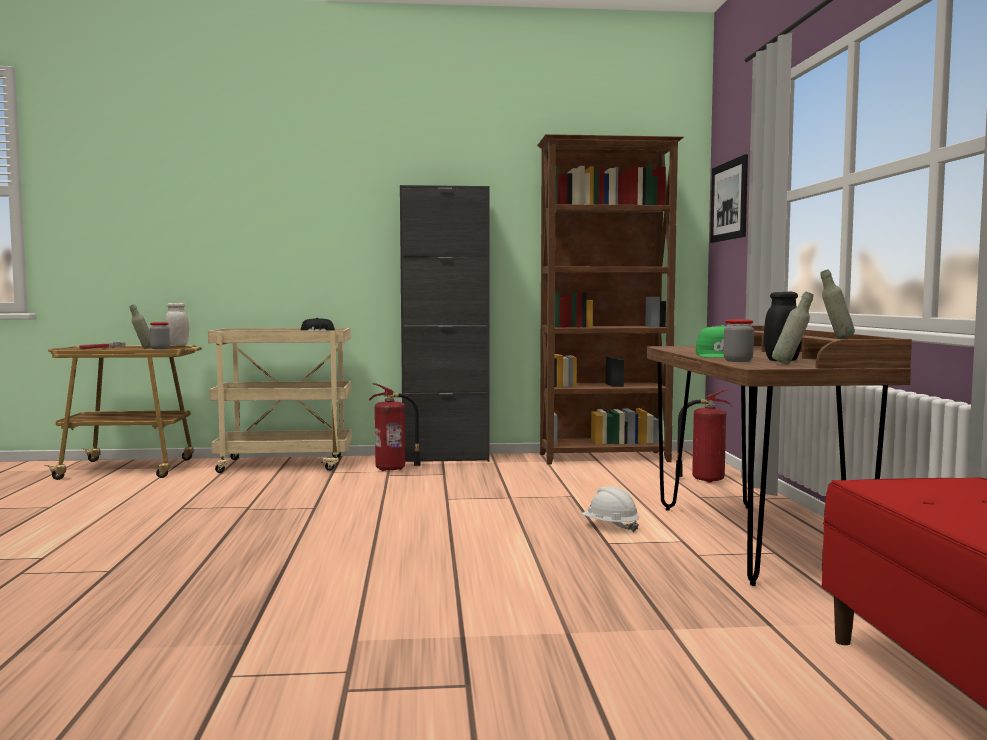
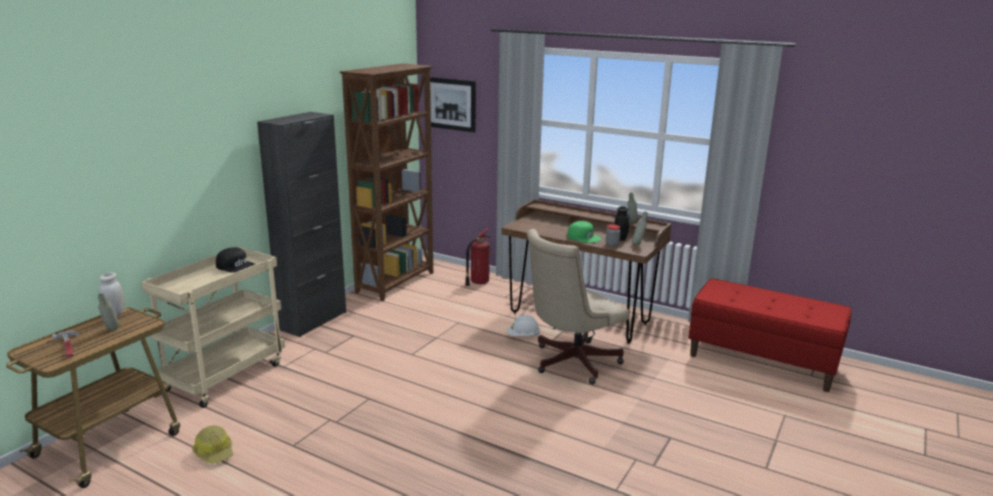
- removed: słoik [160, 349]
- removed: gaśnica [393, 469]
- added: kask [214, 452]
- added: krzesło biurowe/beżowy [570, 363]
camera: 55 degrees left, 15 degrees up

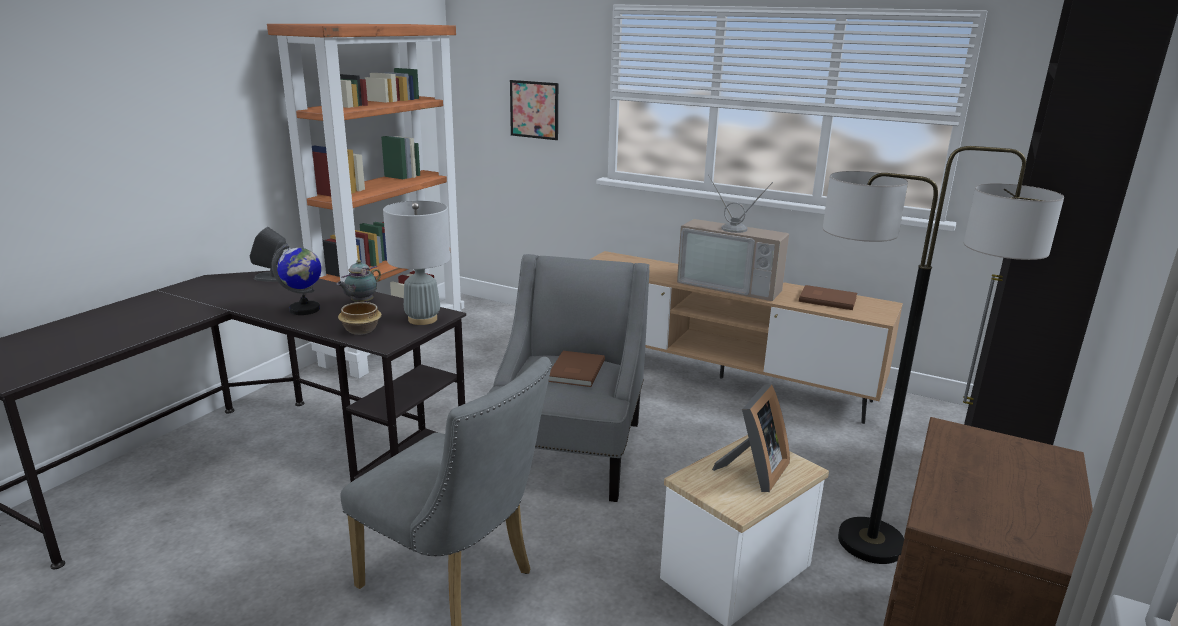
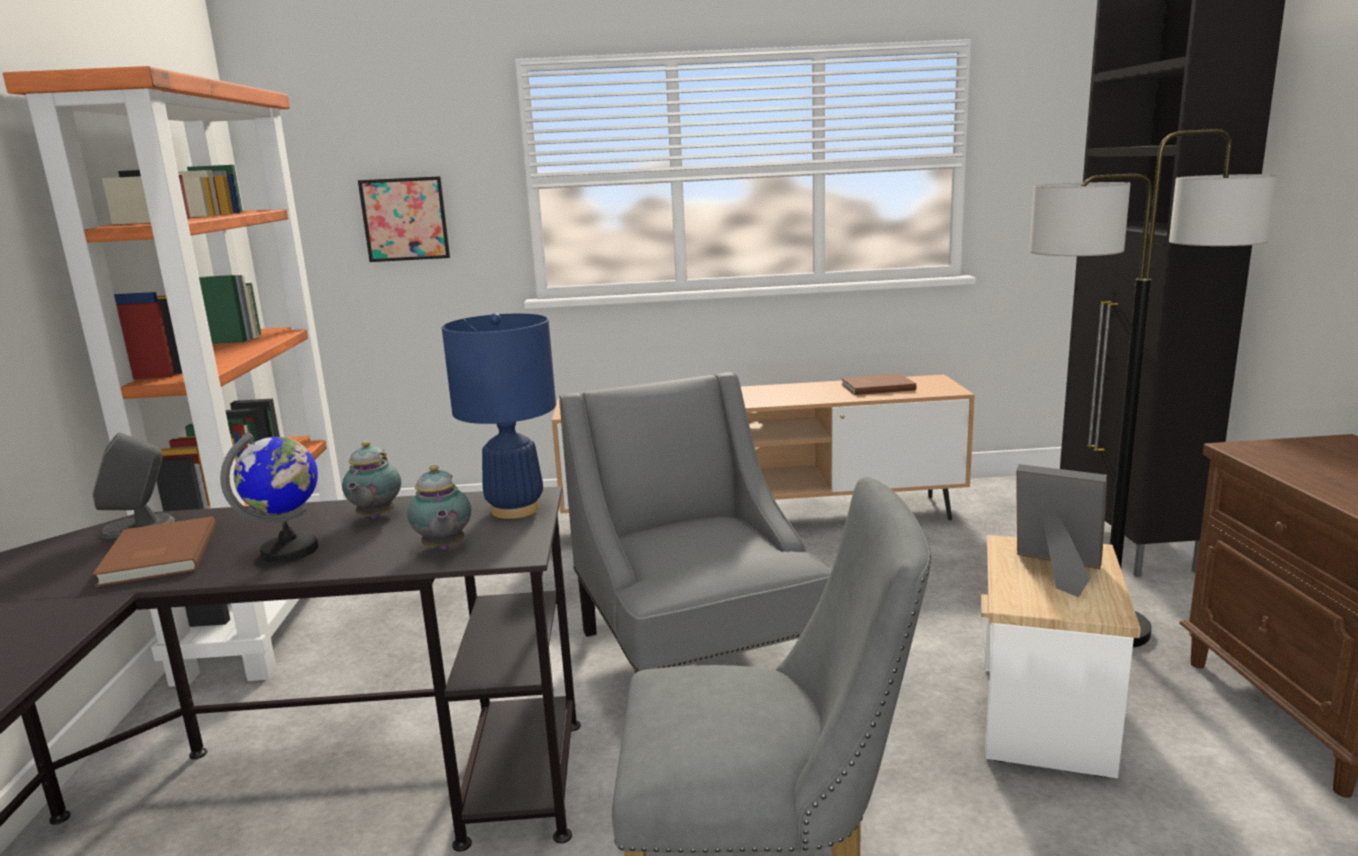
- replaced: miska [361, 330] to imbryk [443, 548]
- recoloured: lampa stołowa/szary [423, 319] to lampa stołowa/niebieski [515, 509]
- moved: książka/brązowy [574, 371] to [155, 556]
- removed: telewizor [732, 285]
- turned: ramka na zdjęcie [753, 472] = [1057, 571] 60 degrees counterclockwise
camera: 30 degrees left, 5 degrees down

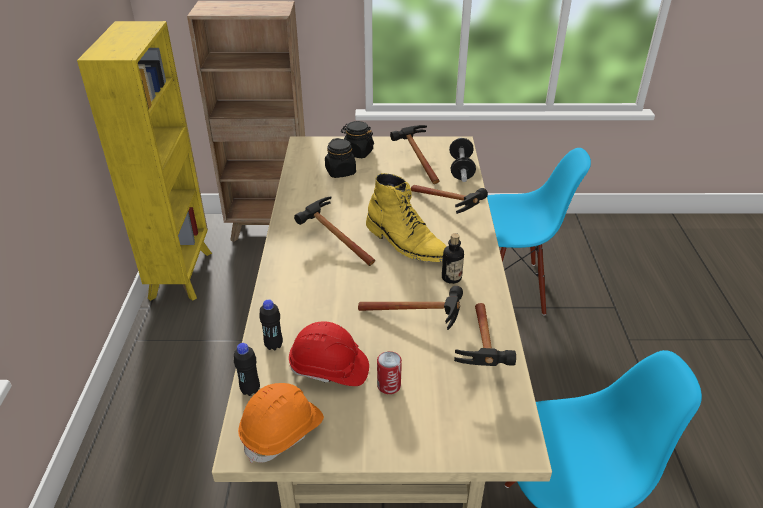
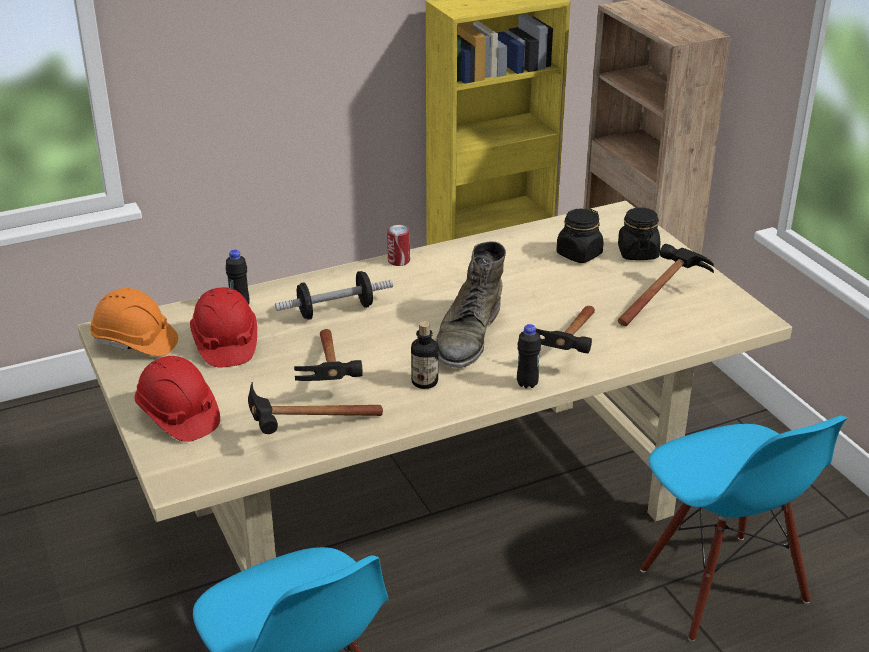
- moved: butelka/czarny [250, 390] to [527, 384]
- removed: młotek [330, 241]
- recoloured: but z cholewką/żółty [406, 243] to but z cholewką/zielony [468, 336]
- moved: puszka [389, 385] to [399, 260]
- moved: hantel [461, 169] to [335, 311]
- added: kask/czerwony [178, 416]
camera: 65 degrees right, 5 degrees down

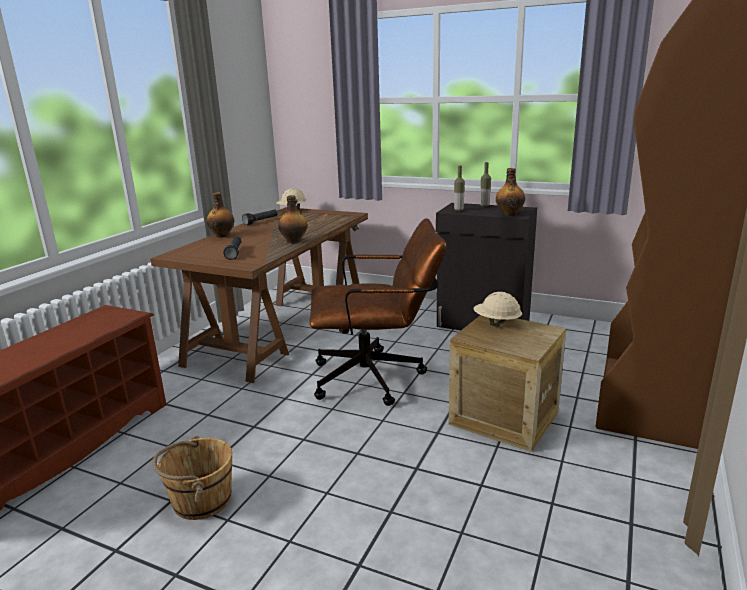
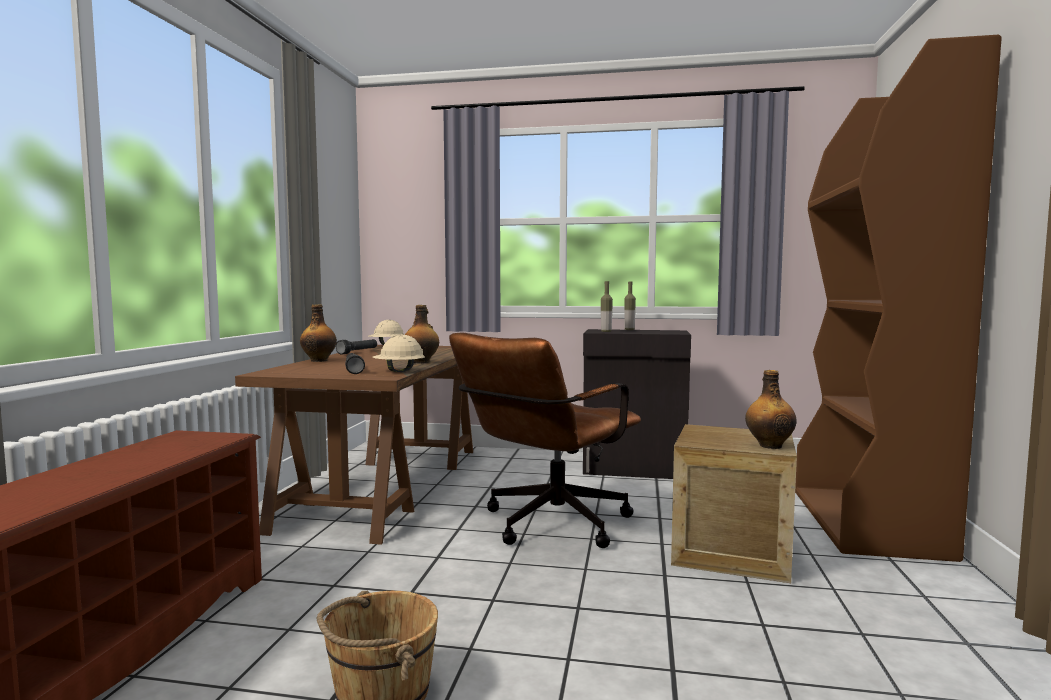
- turned: krzesło biurowe/brązowy [377, 377] = [547, 526] 150 degrees clockwise
- moved: kask/beżowy [496, 323] to [398, 371]
- moved: butelka [509, 214] to [769, 445]
camera: 15 degrees left, 15 degrees down

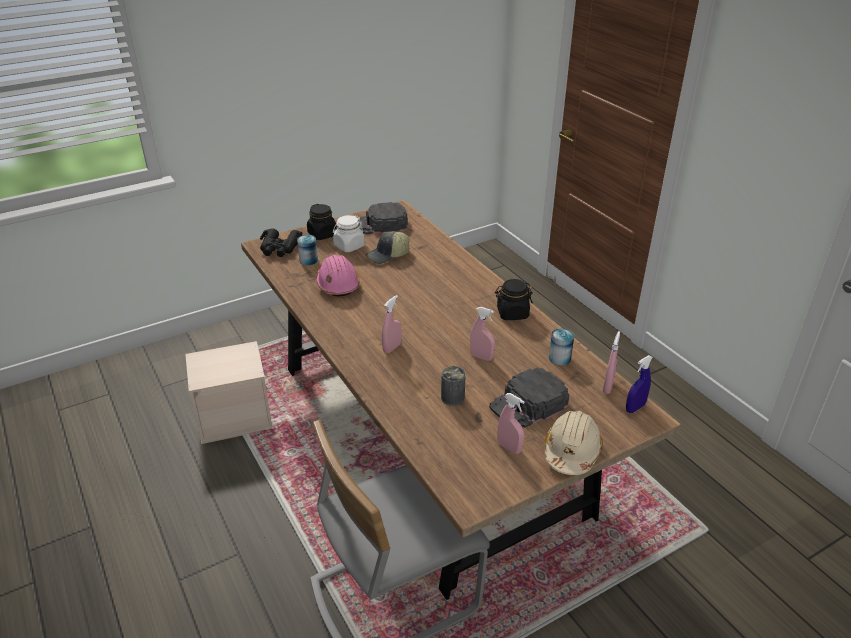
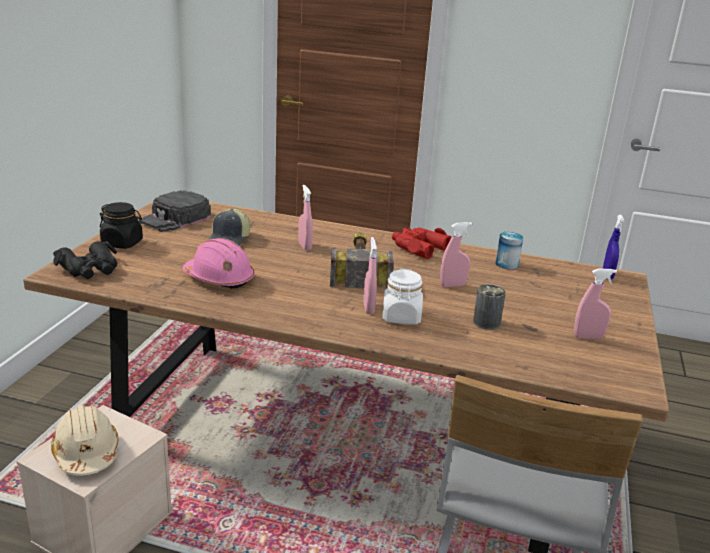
- removed: puszka [308, 260]
- moved: słoik/biały [349, 246] to [401, 317]
- removed: czapka z daszkiem/czarny [528, 405]
- replaced: słoik/czarny [512, 313] to lornetka/czerwony [418, 247]
- moved: kask/beżowy [571, 451] to [86, 453]
- moved: spryskiwacz/różowy [608, 387] to [304, 246]
- added: młotek [359, 267]
camera: 45 degrees left, 10 degrees down

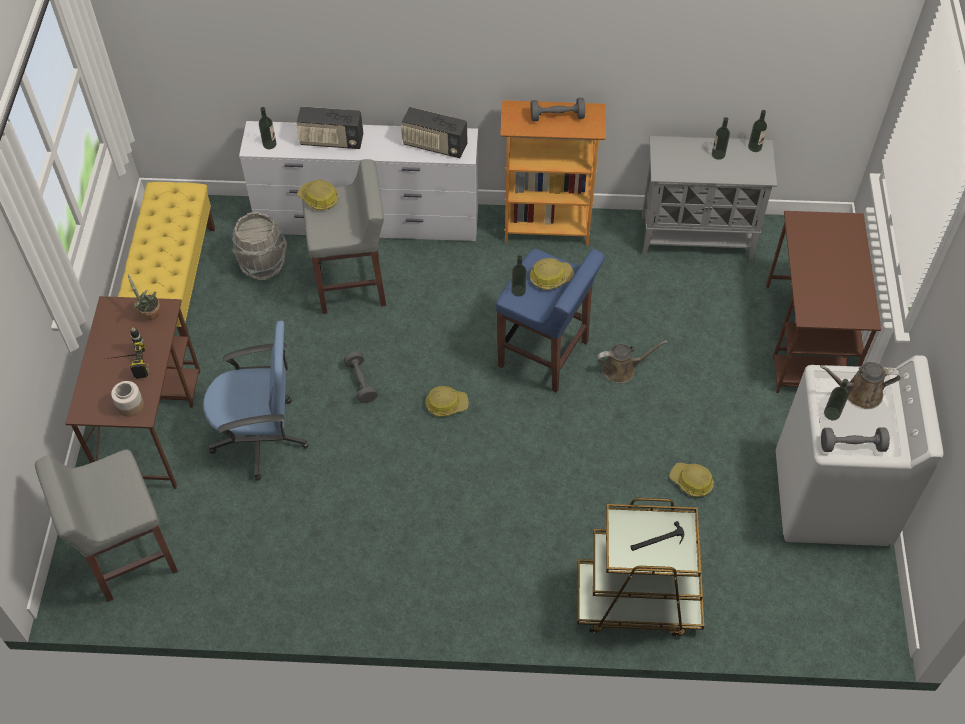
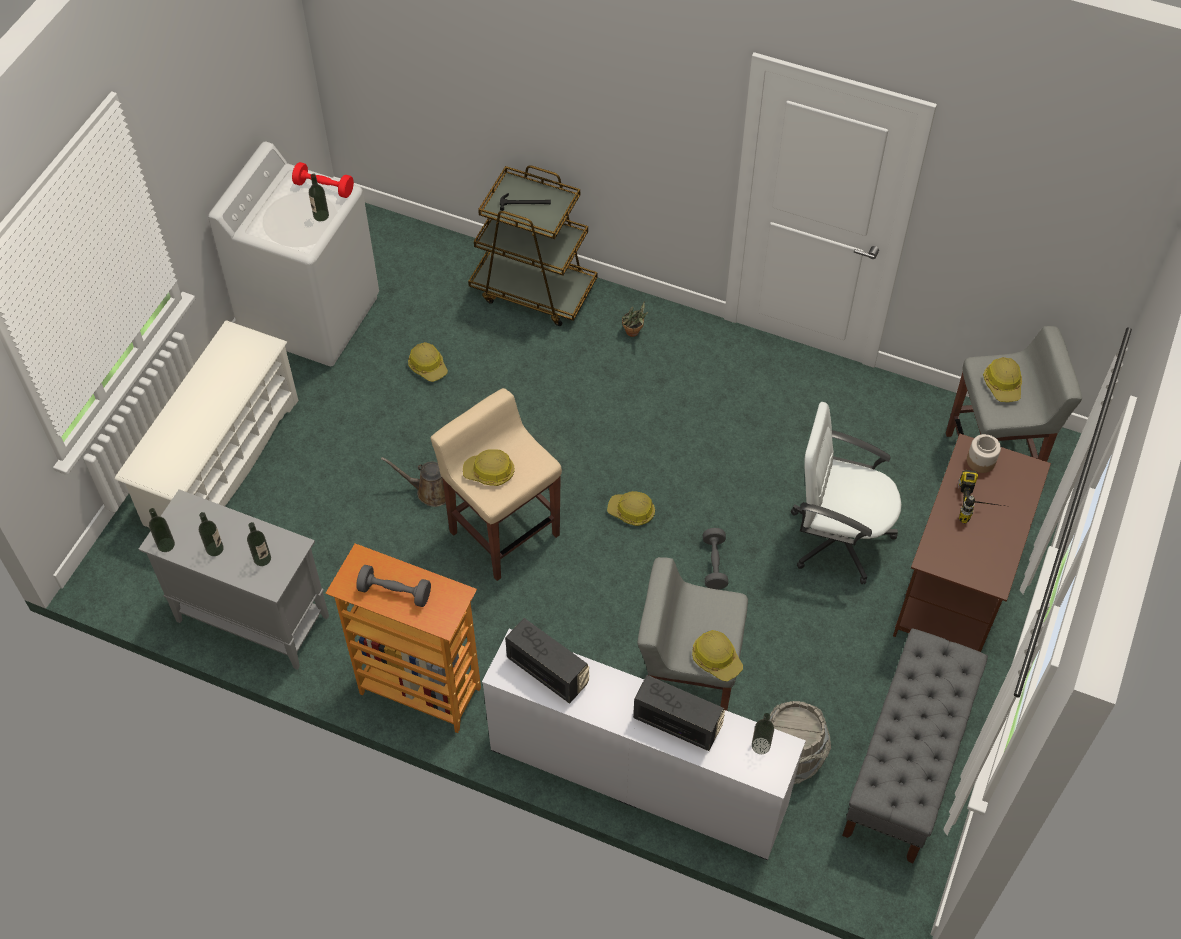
- recoloured: ławka/żółty [175, 283] to ławka/szary [906, 764]
- moved: roślina doniczkowa [149, 314] to [634, 332]
- recoloured: krzesło biurowe/niebieski [261, 437] to krzesło biurowe/biały [838, 537]
- recoloured: stołek/niebieski [544, 355] to stołek/beżowy [503, 532]
- moved: butelka [518, 290] to [262, 559]
- replaced: biurko/brązowy [806, 339] to regał na buty/biały [221, 462]
- removed: konewka/brązowy [859, 393]
- recoloured: hantel/szary [852, 445] to hantel/czerwony [324, 188]
- added: kask [1003, 384]
camera: 160 degrees left, 0 degrees up

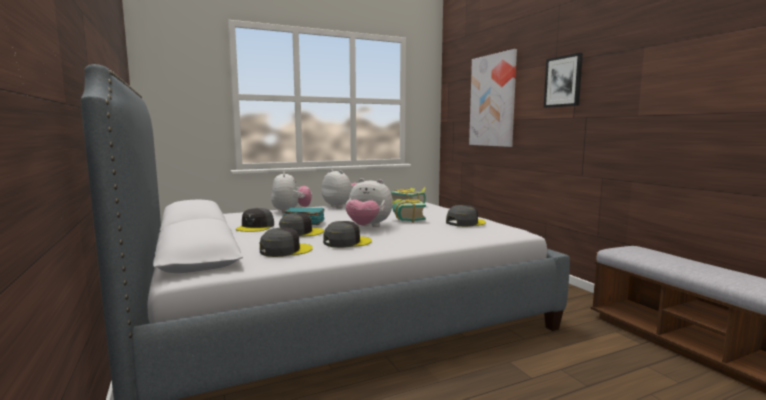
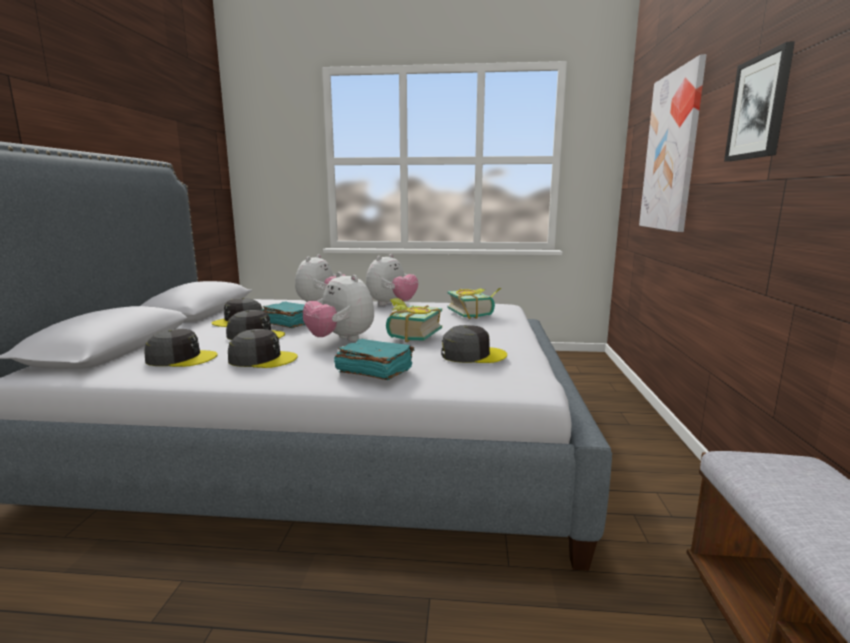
- turned: pluszak [341, 206] = [391, 304] 45 degrees clockwise
- added: książka/turkusowy [374, 371]
camera: 30 degrees right, 5 degrees up

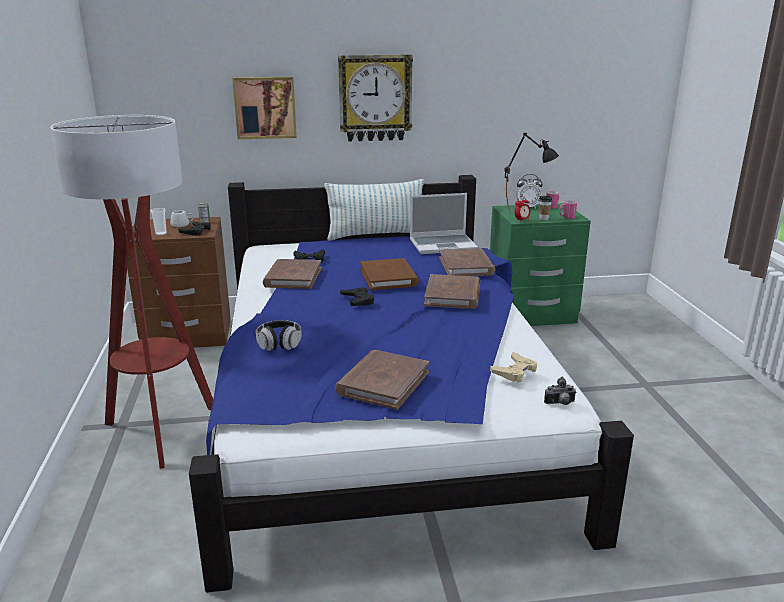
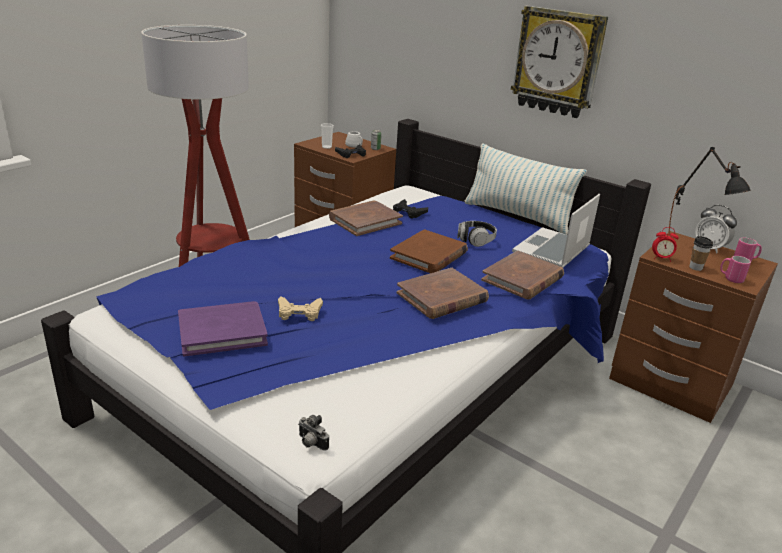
- removed: obraz [265, 107]
- moved: słuchawki [279, 344] to [475, 240]
- recoloured: książka/brązowy [383, 383] to książka/fioletowy [222, 332]
- removed: pad do gier/czarny [358, 300]
- turned: laptop [443, 245] = [552, 250] 90 degrees clockwise
- recoloured: szafka nocna/zielony [531, 314] to szafka nocna/brązowy [670, 383]
- moved: pad do gier/beżowy [515, 371] to [299, 312]
camera: 45 degrees right, 5 degrees up

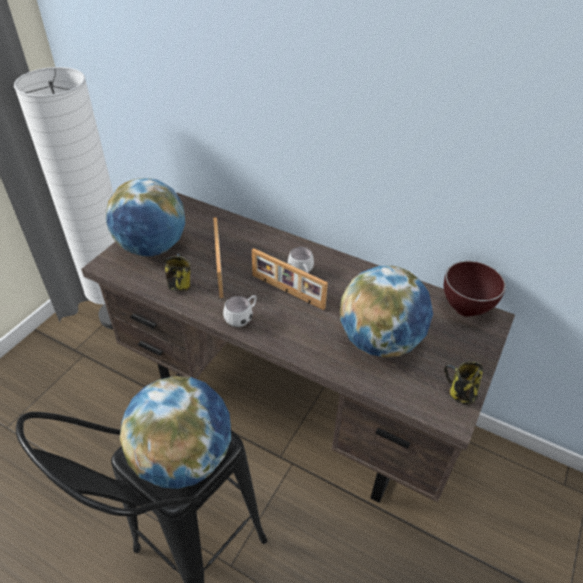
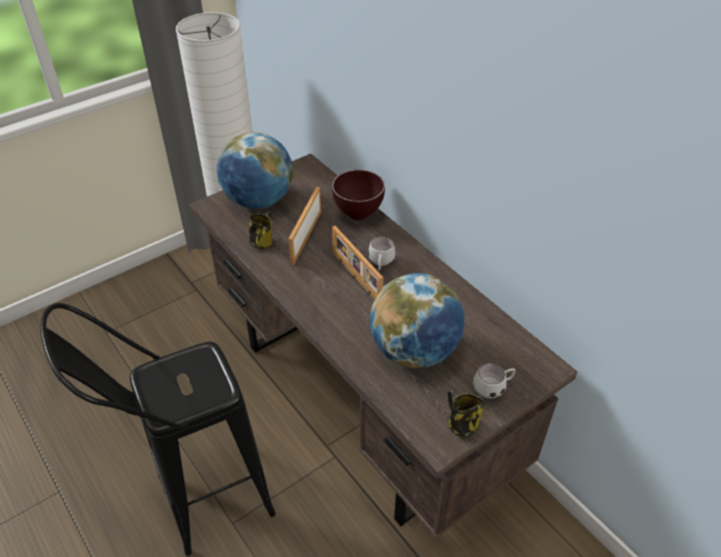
- removed: globus [183, 457]
- moved: kubek/biały [242, 318] to [493, 388]
- moved: miska/brązowy [463, 309] to [357, 214]
camera: 25 degrees right, 0 degrees up

